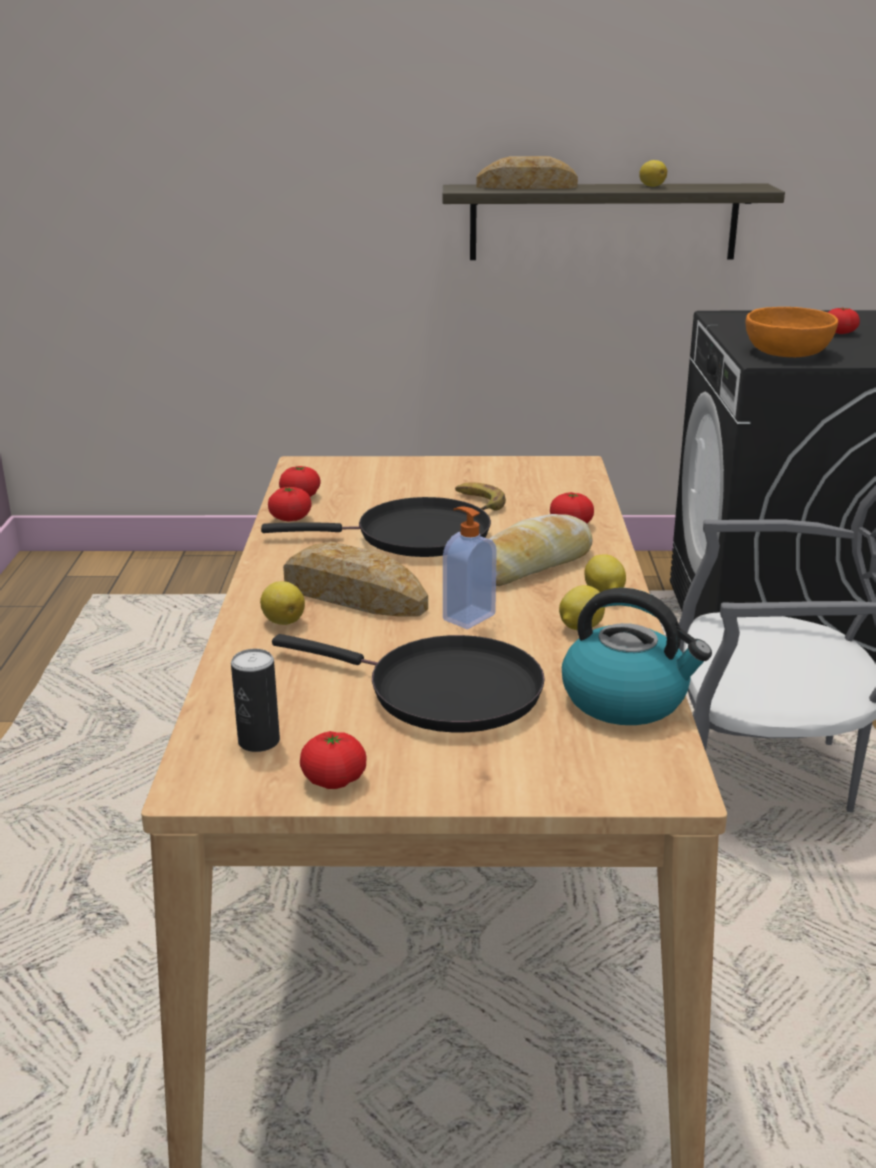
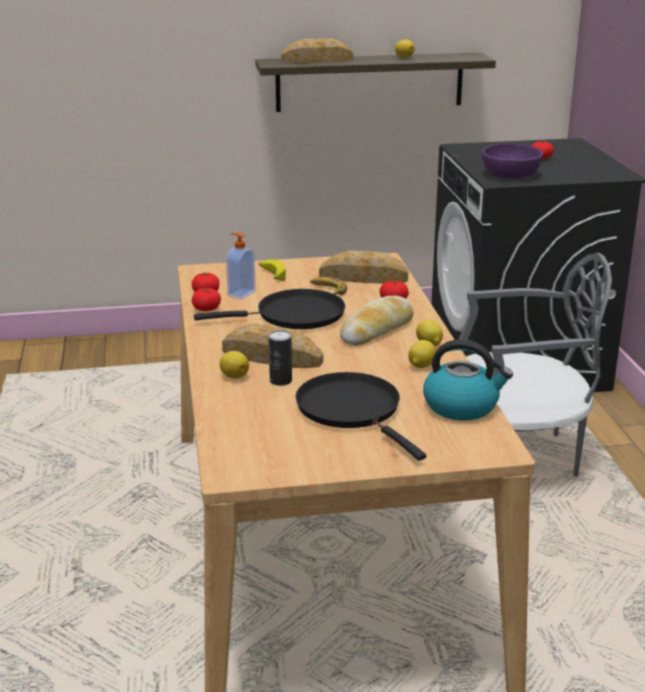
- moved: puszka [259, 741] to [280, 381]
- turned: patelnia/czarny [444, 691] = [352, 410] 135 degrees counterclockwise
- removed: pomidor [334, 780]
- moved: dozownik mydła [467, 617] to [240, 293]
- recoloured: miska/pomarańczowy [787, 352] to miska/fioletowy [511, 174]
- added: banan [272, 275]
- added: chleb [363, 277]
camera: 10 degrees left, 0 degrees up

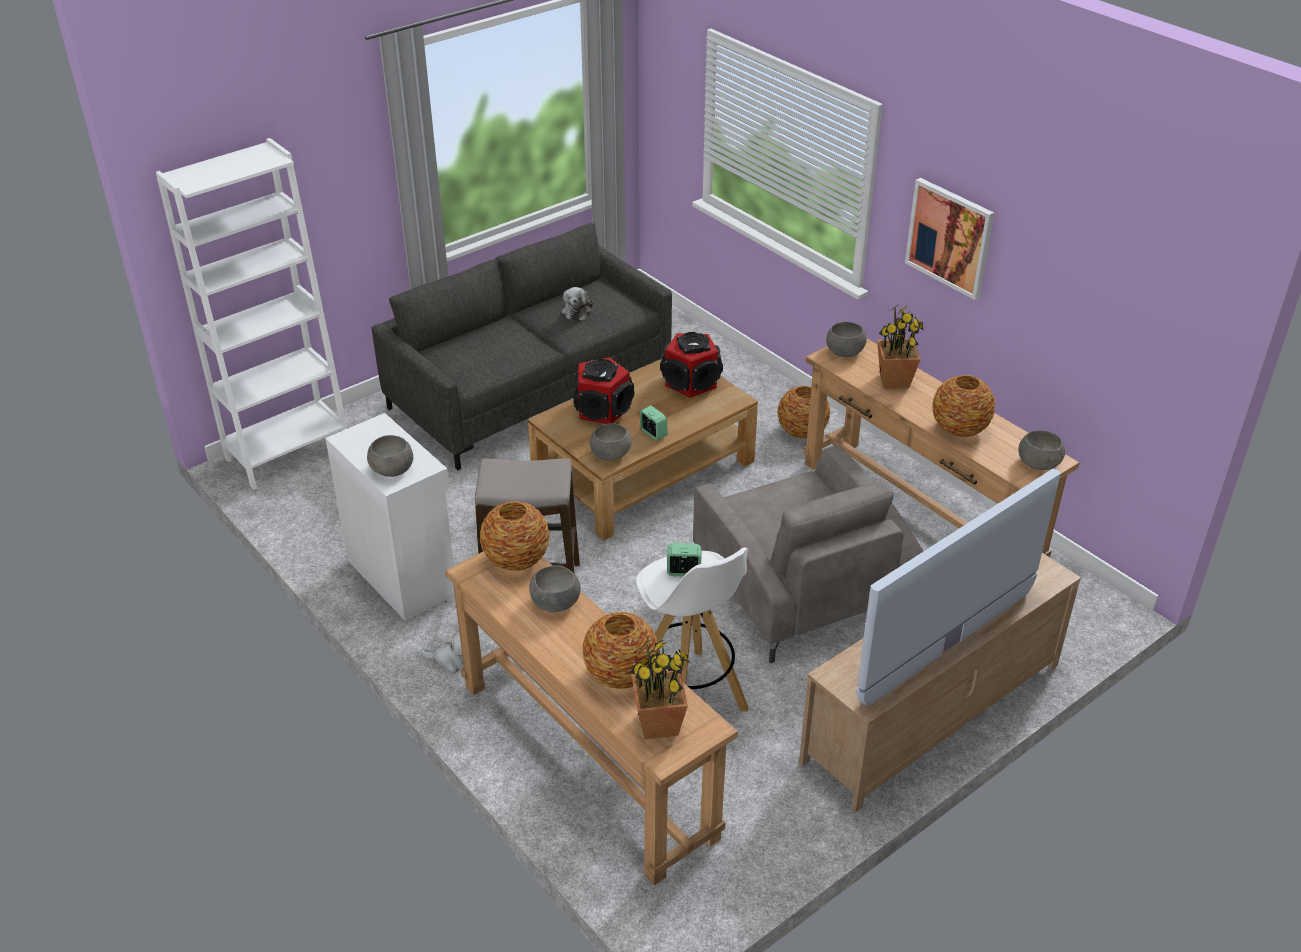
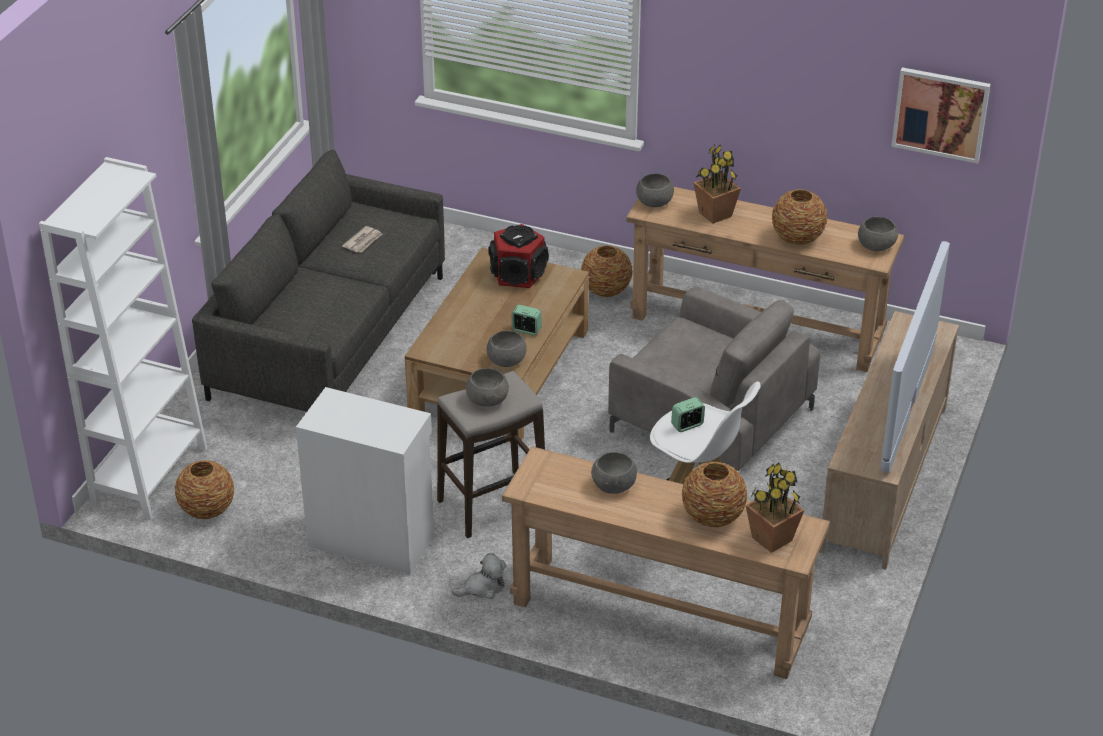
- moved: miska/szary [392, 469] to [488, 399]
- moved: wazon [516, 559] to [206, 509]
- replaced: pluszak [576, 311] to gazeta [363, 241]
- removed: głośnik [602, 409]
- moved: obraz [950, 237] to [940, 114]
camera: 30 degrees left, 0 degrees up

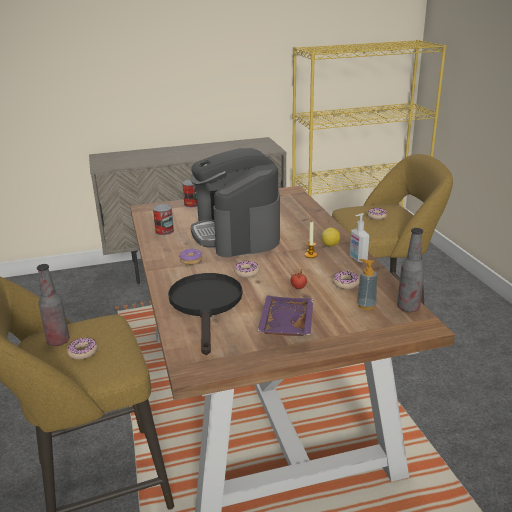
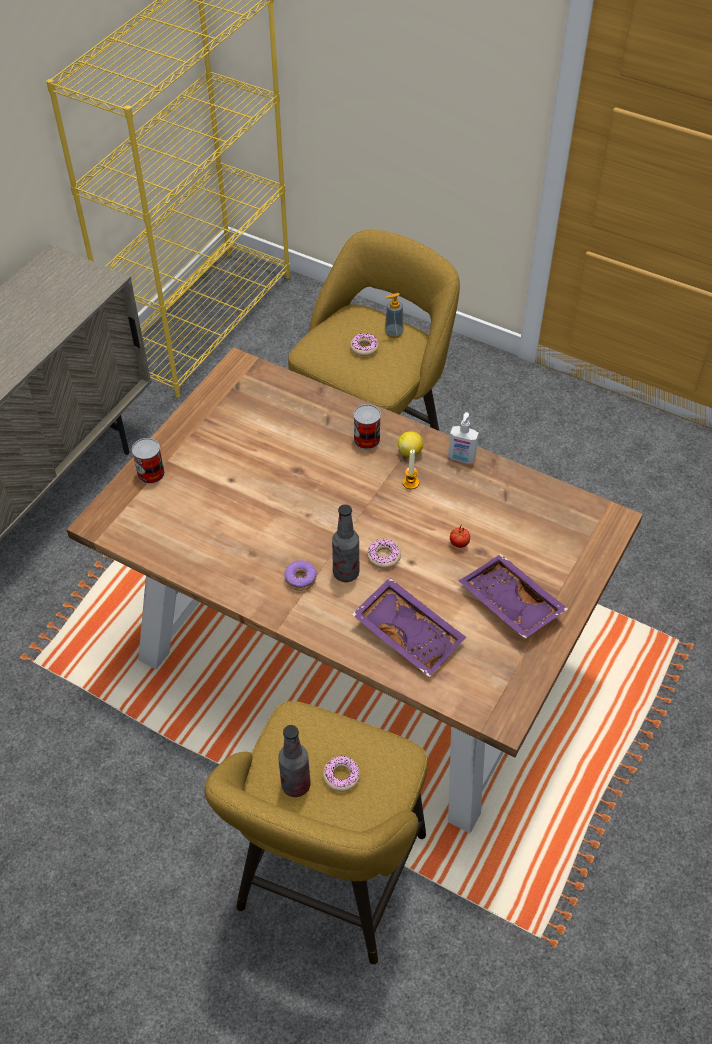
- moved: puszka [164, 231] to [366, 439]
- replaced: patelnia/czarny [206, 305] to taca/fioletowy [409, 633]
- removed: ekspres do kawy [236, 233]
- removed: donut [345, 284]
- moved: dozownik mydła [366, 305] to [393, 333]
- moved: butelka [408, 308] to [346, 573]
camera: 45 degrees left, 25 degrees up

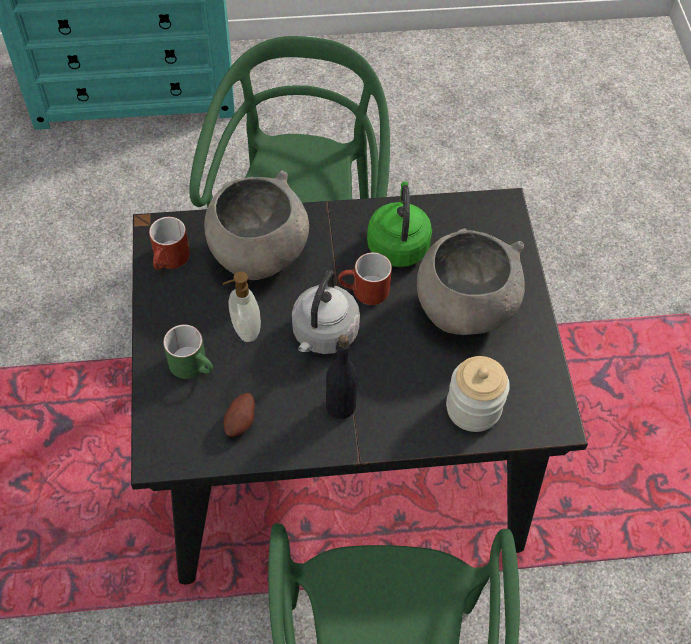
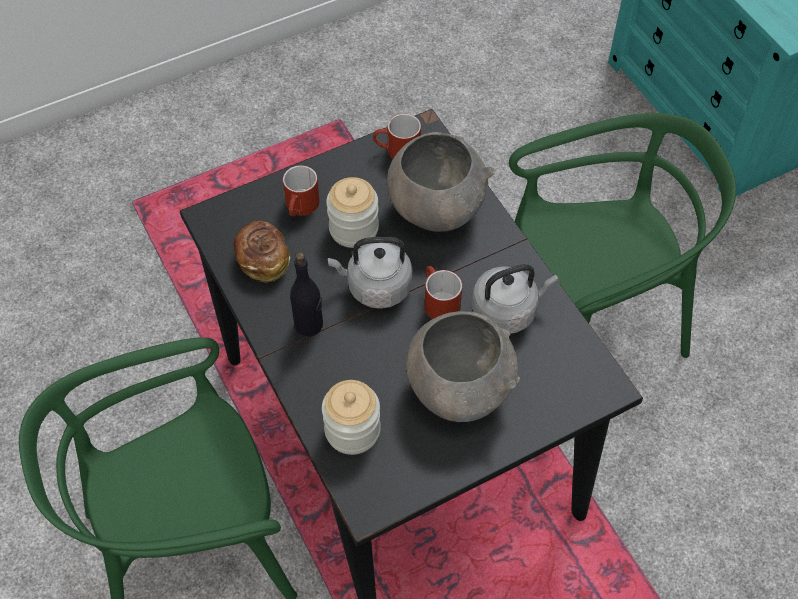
- recoloured: kubek/zielony [194, 366] to kubek/czerwony [301, 208]
- replaced: dozownik mydła [244, 329] to słoik [353, 228]
- replaced: ziemniak [241, 422] to chleb [263, 259]
- recoloured: czajnik/zielony [398, 244] to czajnik/szary [507, 311]
camera: 70 degrees right, 0 degrees up

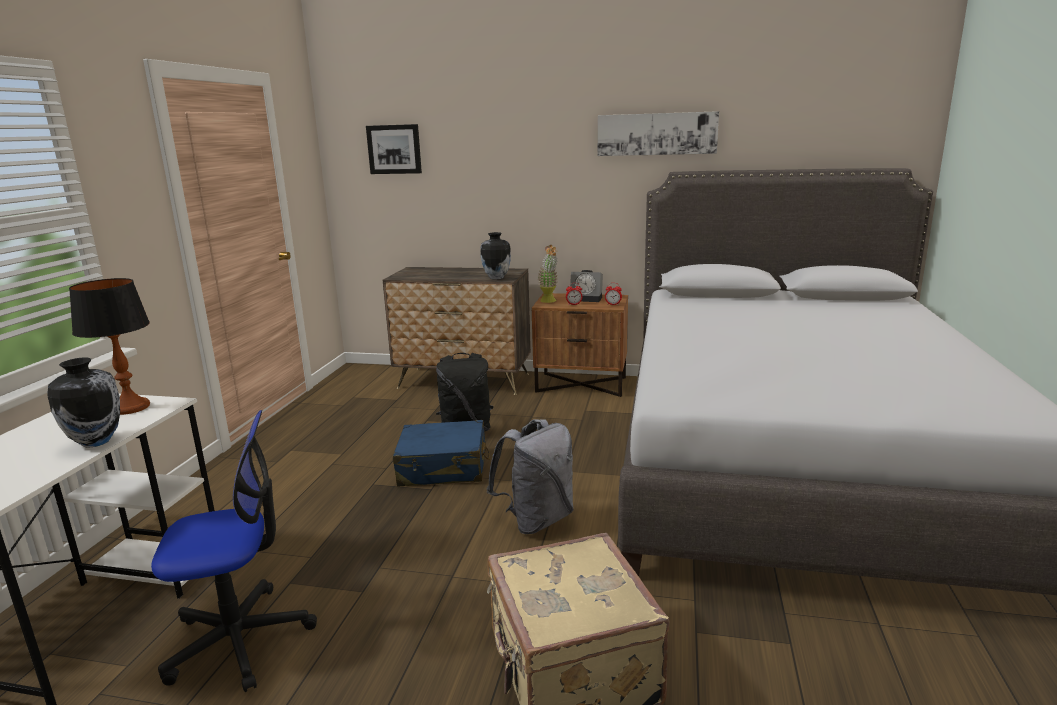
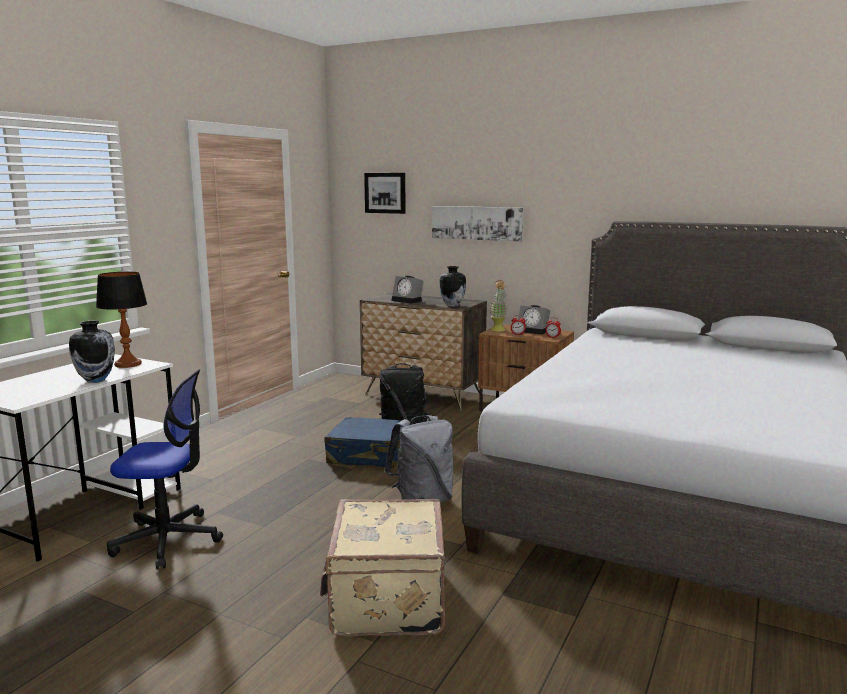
- moved: obraz [656, 134] to [476, 223]
- added: budzik [408, 300]
camera: 15 degrees right, 5 degrees down

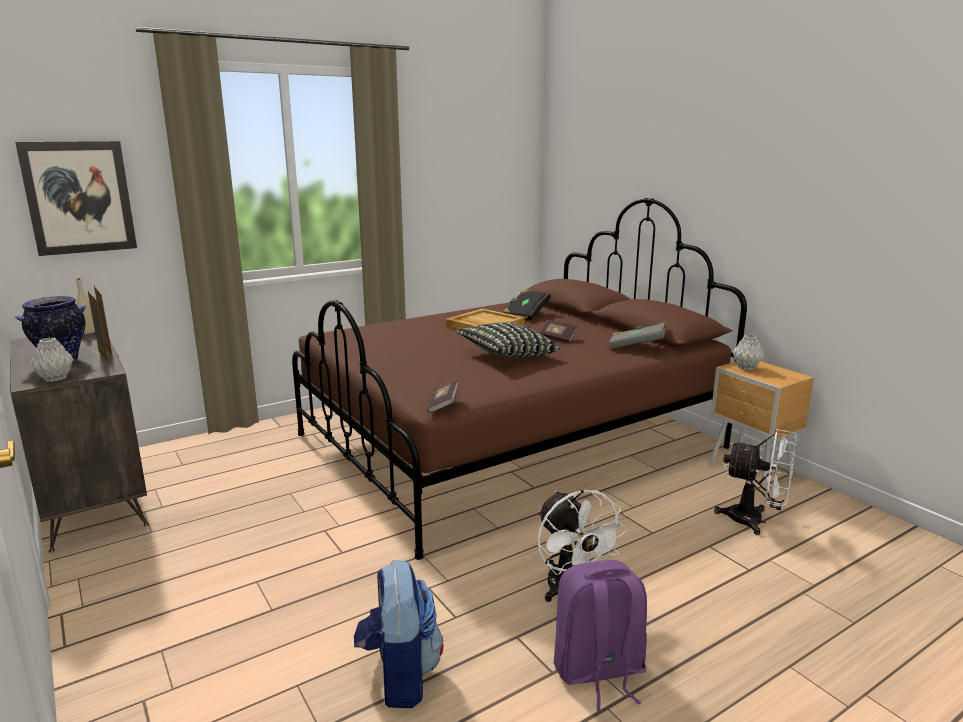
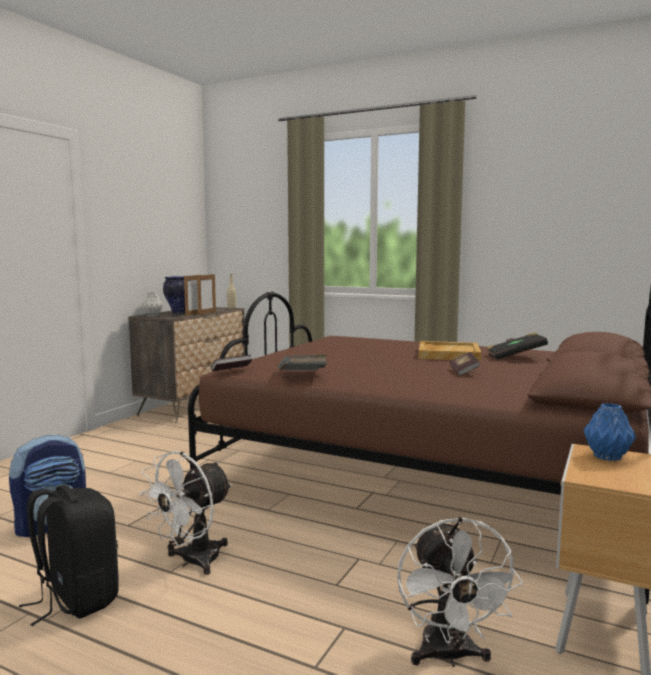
- removed: obraz [79, 197]
- removed: poduszka [507, 356]
- recoloured: plecak/fioletowy [598, 672] to plecak/czarny [76, 599]
- moved: książka/szary [636, 347] to [303, 376]
- recoloured: wazon/szary [746, 368] to wazon/niebieski [607, 457]
camera: 60 degrees right, 10 degrees down

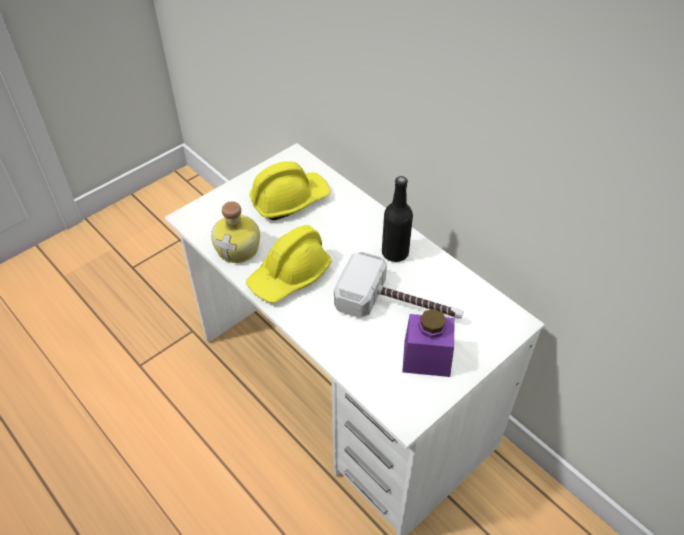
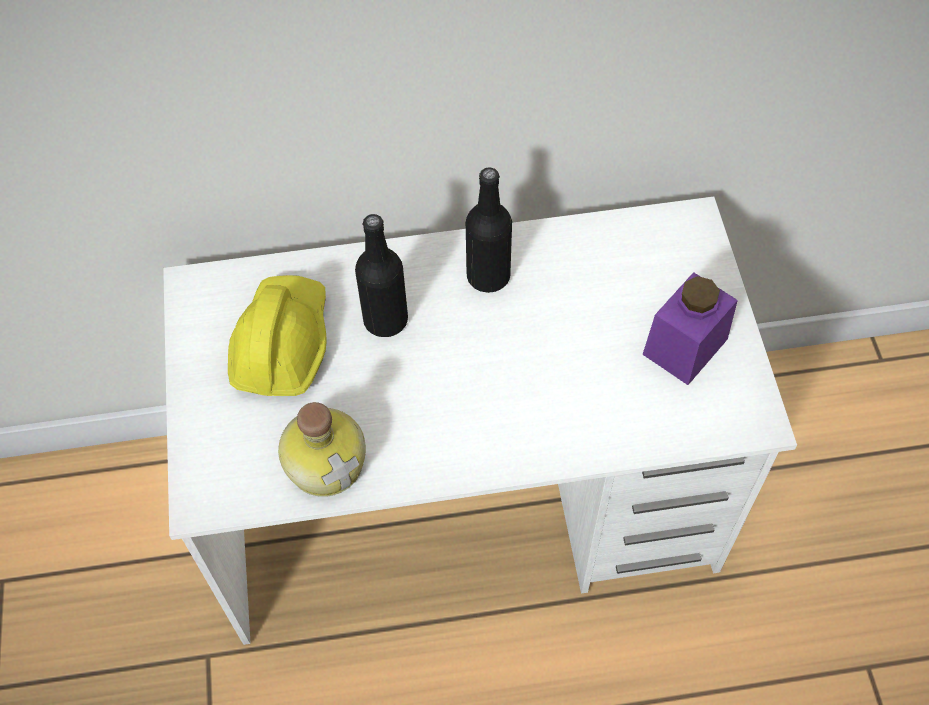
- removed: kask/żółty [290, 276]
- removed: młotek [399, 306]
- added: butelka/czarny [385, 320]
camera: 55 degrees left, 10 degrees up

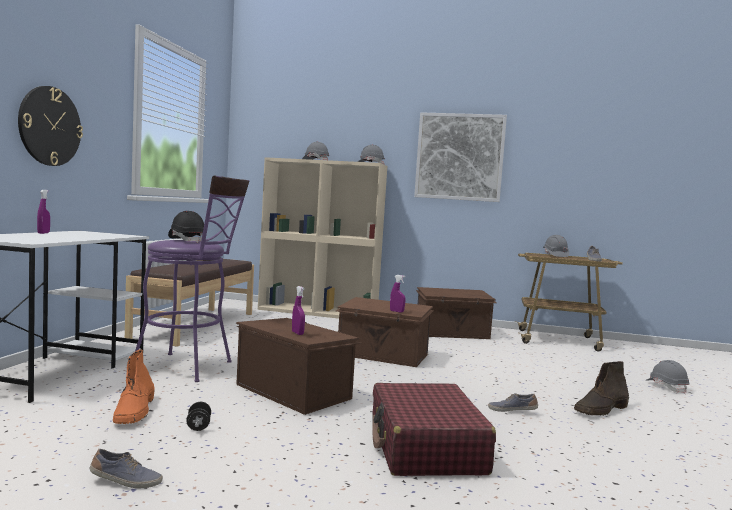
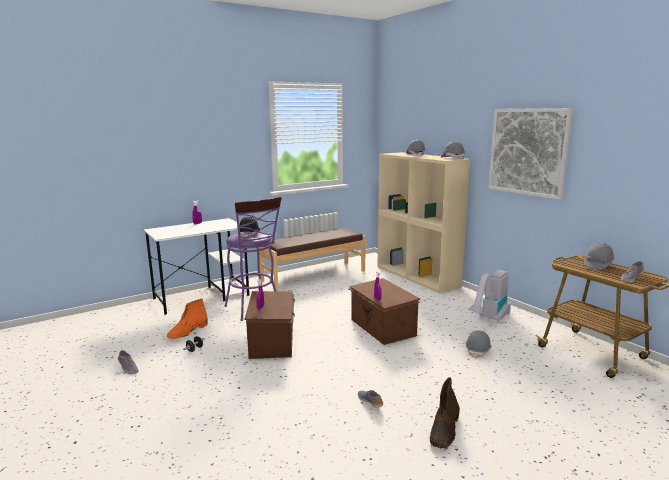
- removed: zegar ścienny [50, 126]
- removed: walizka/czerwony [425, 447]
- replaced: pojemnik do przechowywania/brązowy [452, 333] to odkurzacz [489, 319]
- turned: but z cholewką/brązowy [601, 410] = [444, 430] 75 degrees counterclockwise
- moved: kask/szary [666, 387] to [478, 351]
camera: 45 degrees right, 10 degrees up

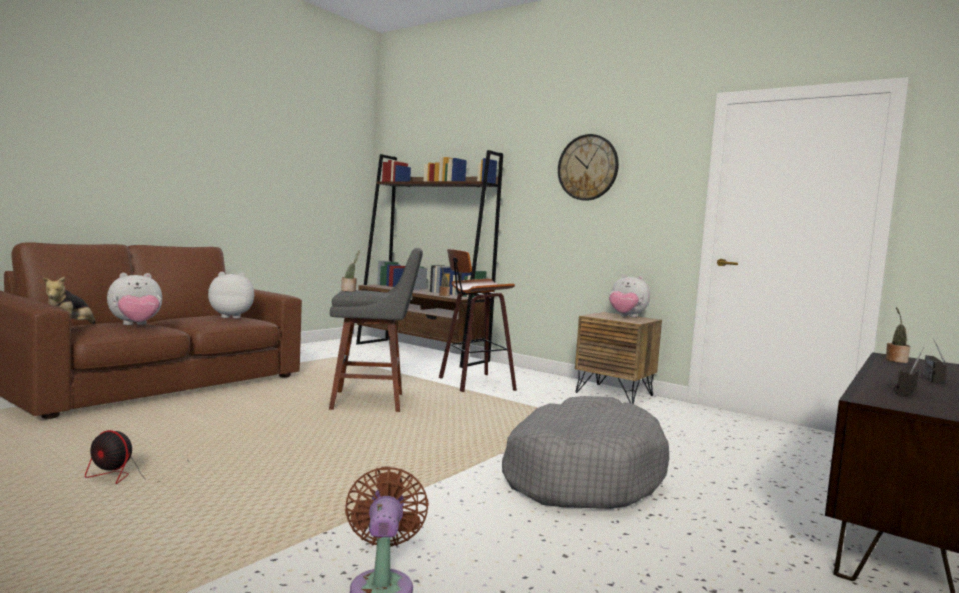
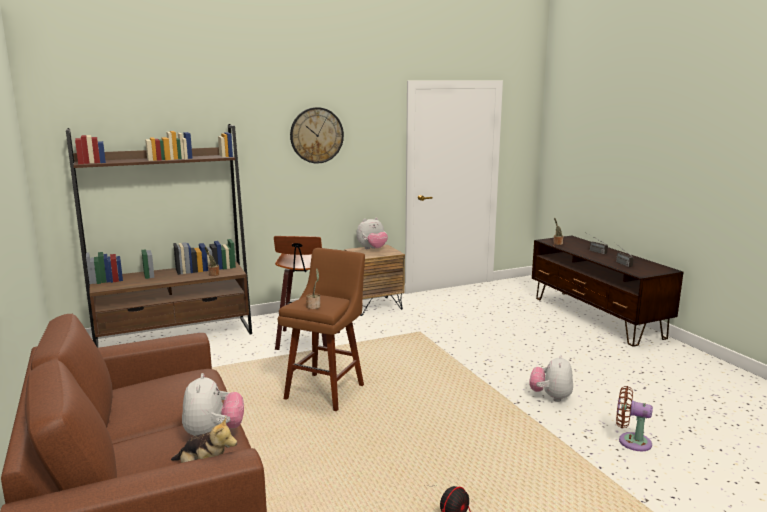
- moved: pluszak [232, 316] to [550, 397]
- recoloured: stołek/szary [372, 402] to stołek/brązowy [327, 390]
- removed: legowisko/szary [580, 474]
camera: 60 degrees left, 10 degrees up

